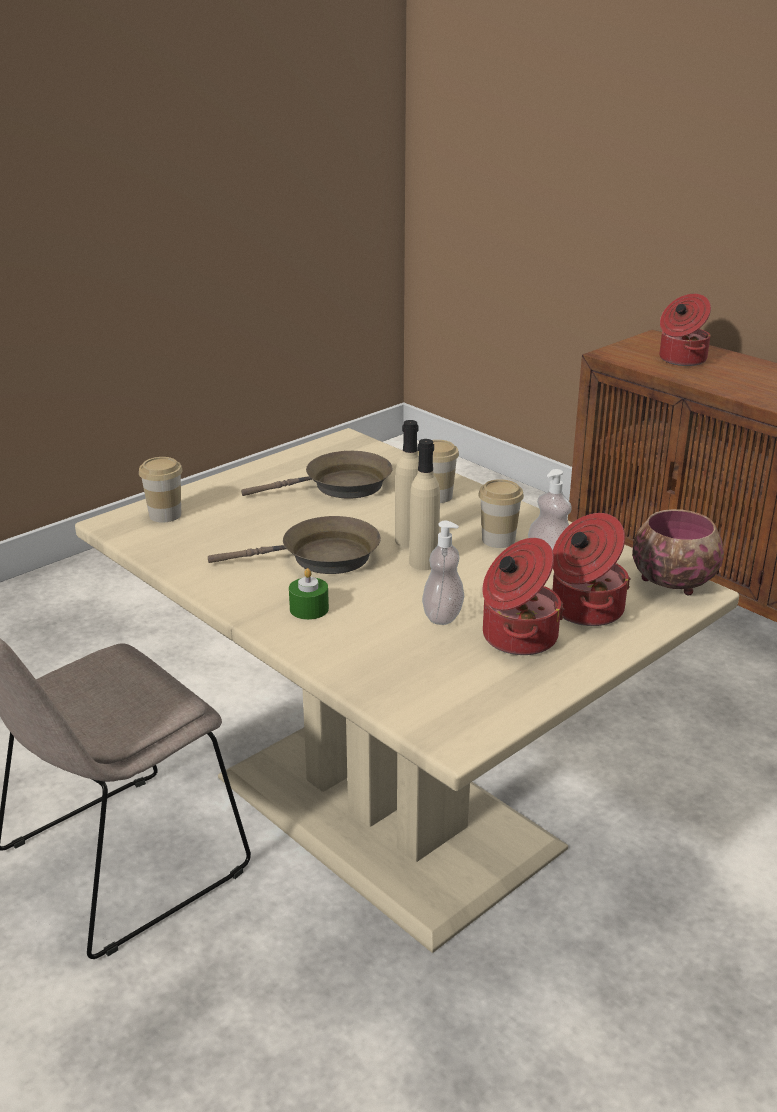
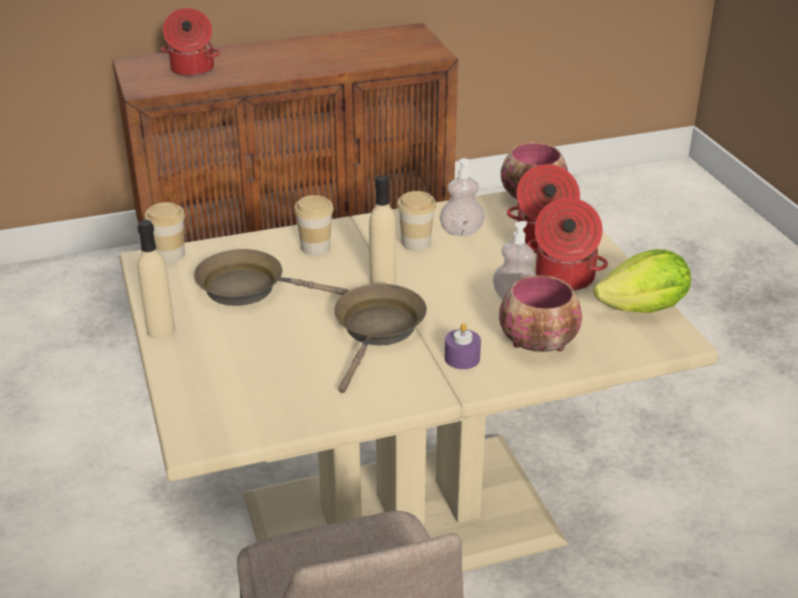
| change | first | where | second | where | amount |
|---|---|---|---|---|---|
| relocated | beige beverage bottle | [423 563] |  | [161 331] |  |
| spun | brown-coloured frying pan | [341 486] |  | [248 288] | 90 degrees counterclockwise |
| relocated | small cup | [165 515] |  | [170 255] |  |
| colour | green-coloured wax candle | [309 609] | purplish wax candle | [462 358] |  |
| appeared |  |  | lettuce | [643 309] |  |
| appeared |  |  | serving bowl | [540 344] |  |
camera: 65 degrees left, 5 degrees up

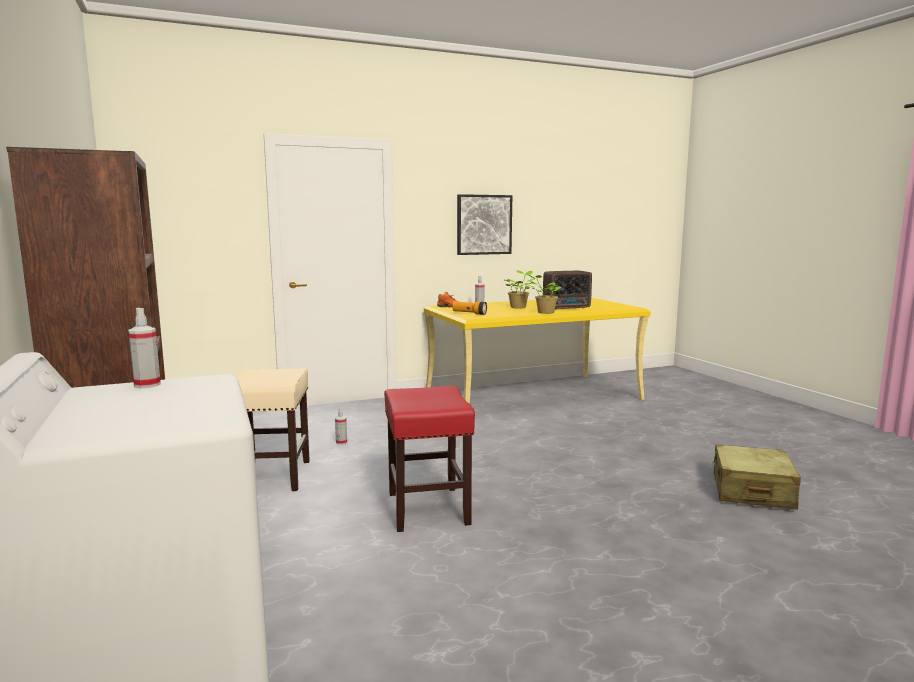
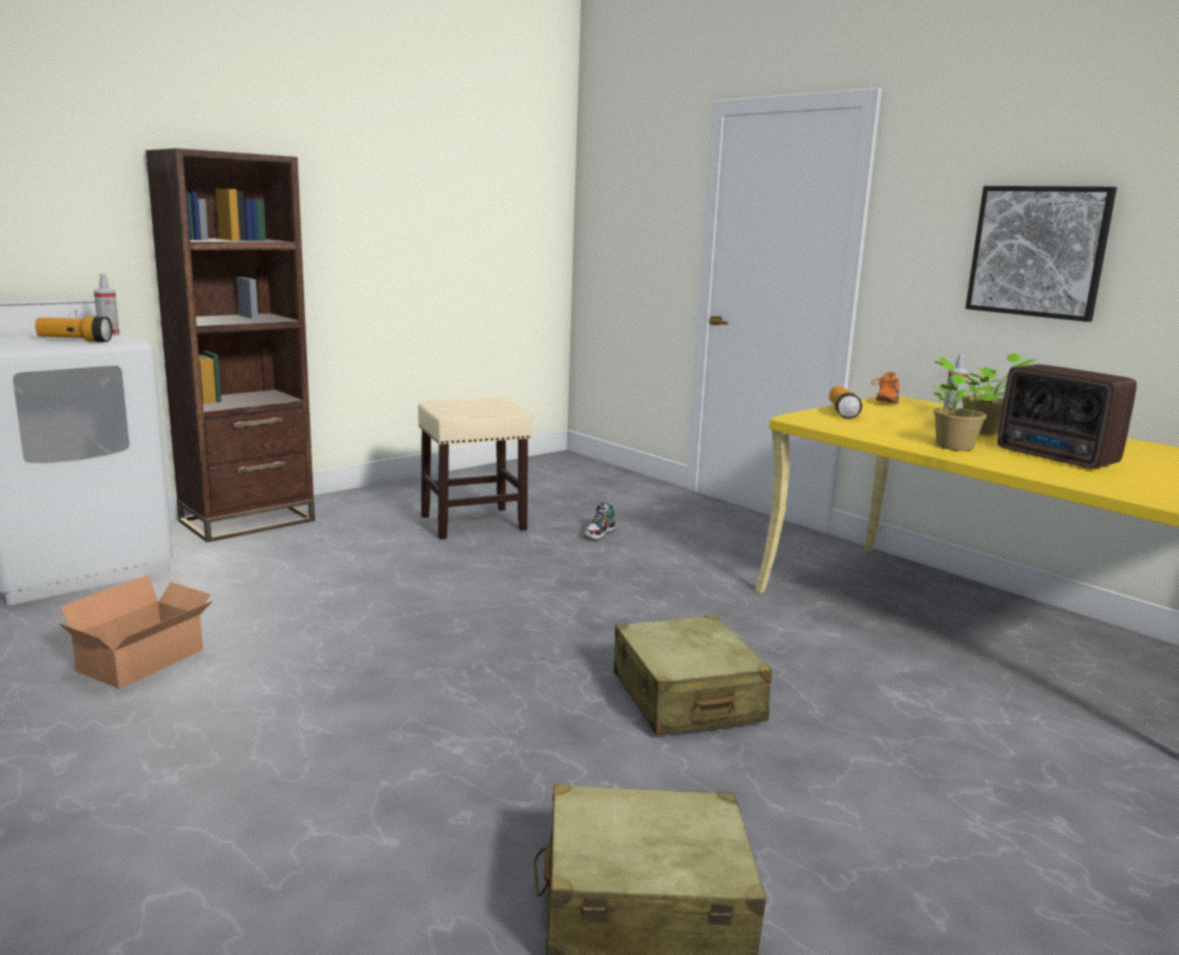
| change | first | where | second | where | amount |
|---|---|---|---|---|---|
| missing | red-coloured stool | [427 508] |  |  |  |
| exchanged | hand sprayer | [341 442] | item of footwear | [599 534] |  |
| appeared |  |  | hand torch | [75 341] |  |
| appeared |  |  | packing box | [146 660] |  |
| appeared |  |  | beige piece of luggage | [686 698] |  |
camera: 70 degrees right, 5 degrees up

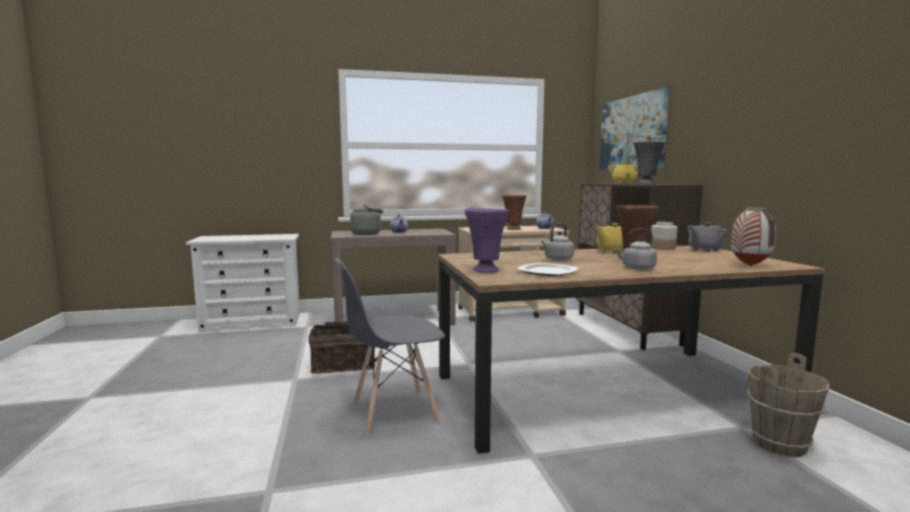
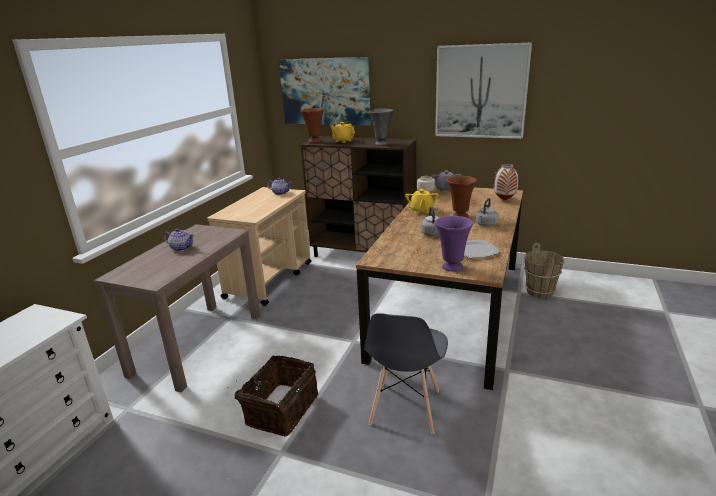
| change | first | where | second | where | amount |
|---|---|---|---|---|---|
| relocated | brown-coloured vase | [513 229] |  | [314 141] |  |
| missing | gray tea kettle | [368 234] |  |  |  |
| appeared |  |  | wall art | [480 92] |  |
camera: 55 degrees left, 15 degrees up

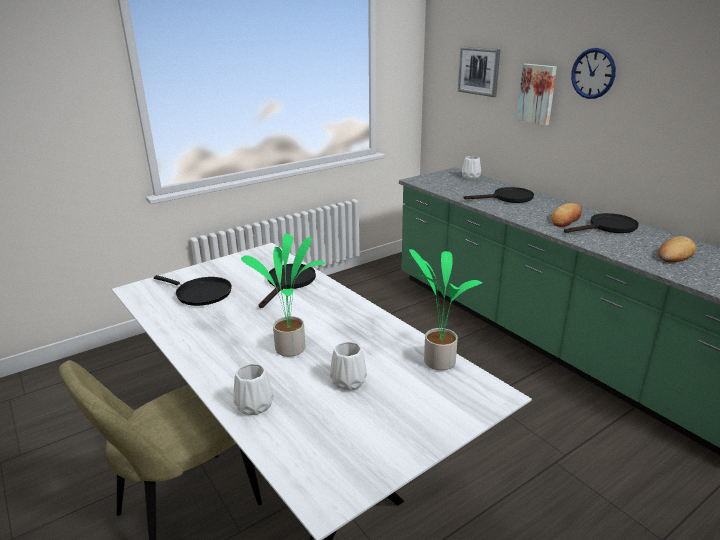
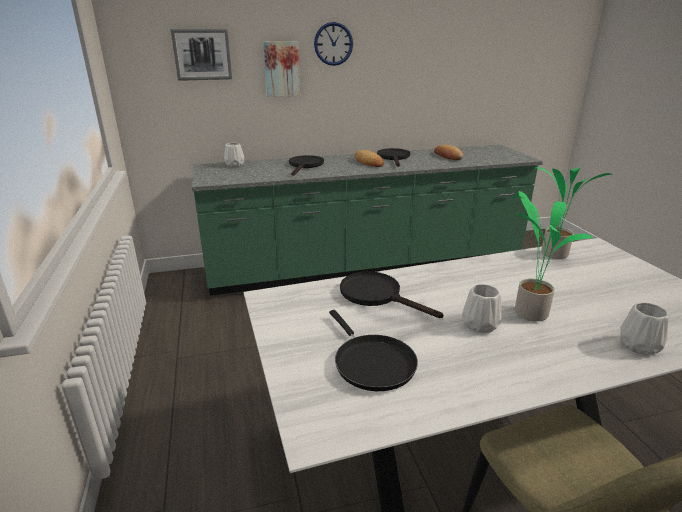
| change | first | where | second | where | amount |
|---|---|---|---|---|---|
| spun | blackish frying pan | [200 293] |  | [371 362] | 105 degrees clockwise |
| relocated | white vase | [349 381] |  | [480 324] |  |
camera: 70 degrees left, 0 degrees up

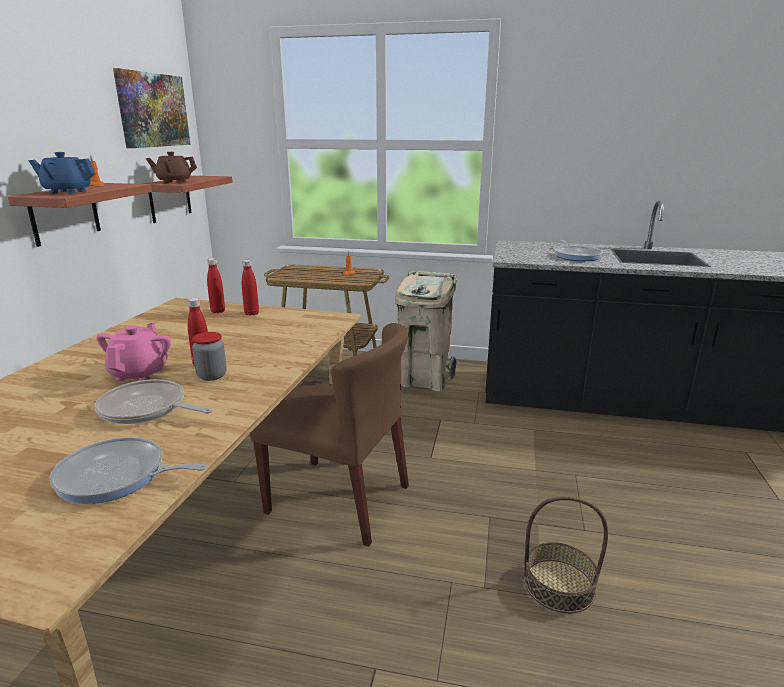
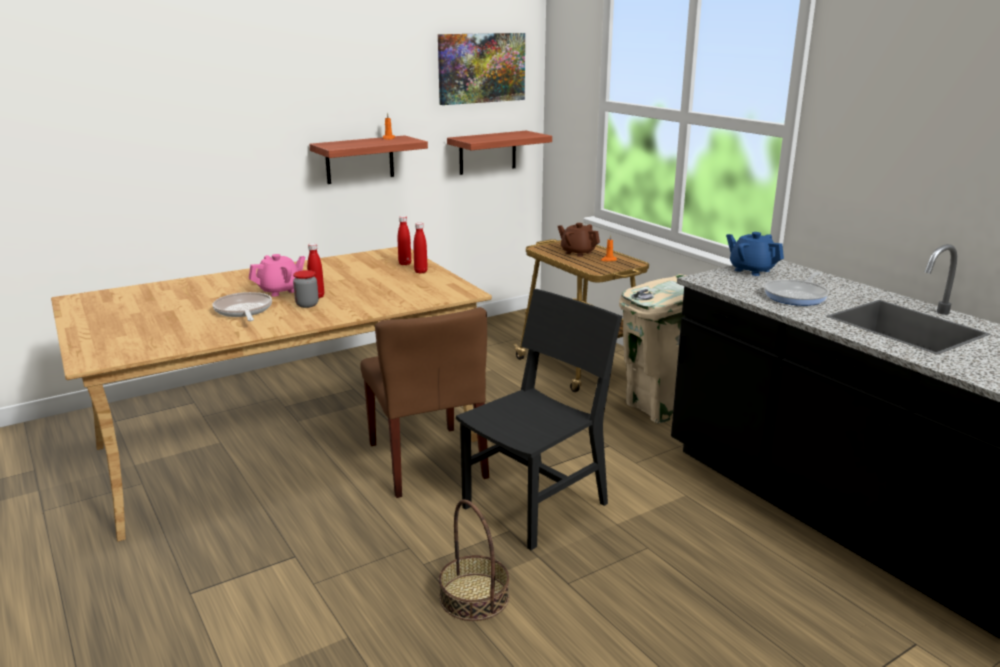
| change | first | where | second | where | amount |
|---|---|---|---|---|---|
| relocated | bluish pot for tea | [67 192] |  | [751 270] |  |
| relocated | brown-coloured pot for tea | [174 182] |  | [577 252] |  |
| missing | frying pan | [117 477] |  |  |  |
| appeared |  |  | blackish upright chair | [535 505] |  |
camera: 45 degrees right, 0 degrees up

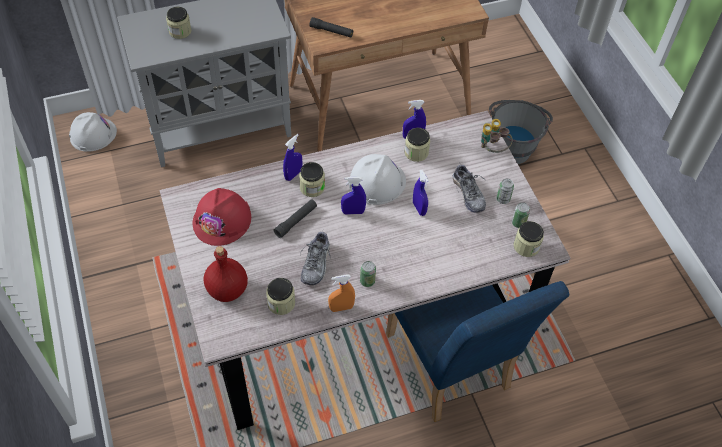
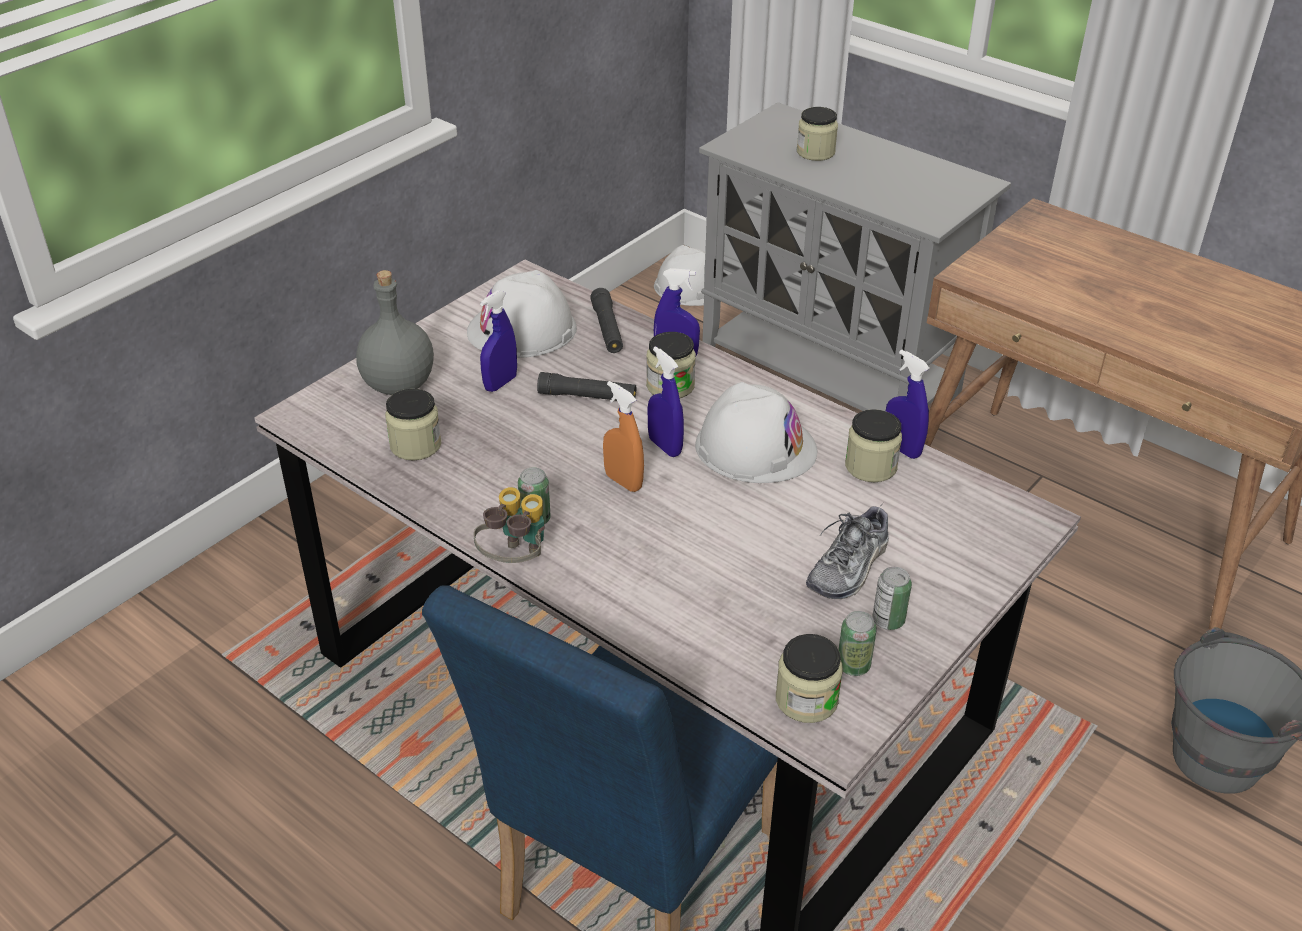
| change | first | where | second | where | amount |
|---|---|---|---|---|---|
| relocated | blackish hand torch | [331 31] |  | [607 329] |  |
| relocated | binoculars | [492 149] |  | [515 561] |  |
| relocated | bluish hand sprayer | [419 208] |  | [500 383] |  |
| colour | red-coloured hard hat | [222 220] | white hard hat | [522 330] |  |
| missing | item of footwear | [316 263] |  |  |  |
| colour | red-coloured beverage bottle | [227 289] | gray beverage bottle | [400 384] |  |
| relocated | orange hand sprayer | [341 307] |  | [623 482] |  |
camera: 60 degrees right, 15 degrees down

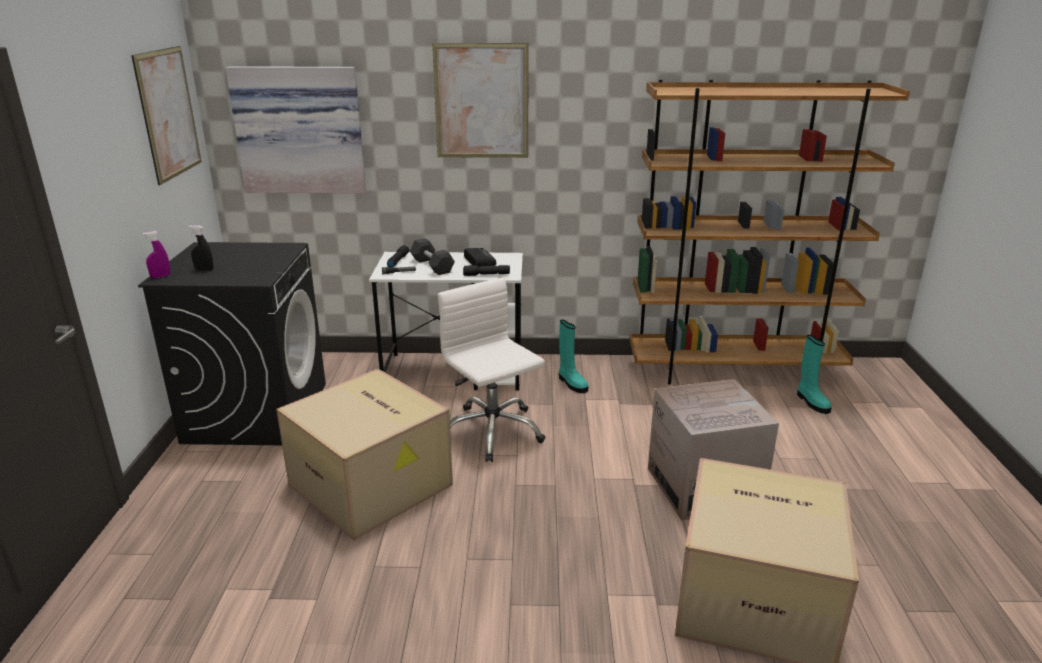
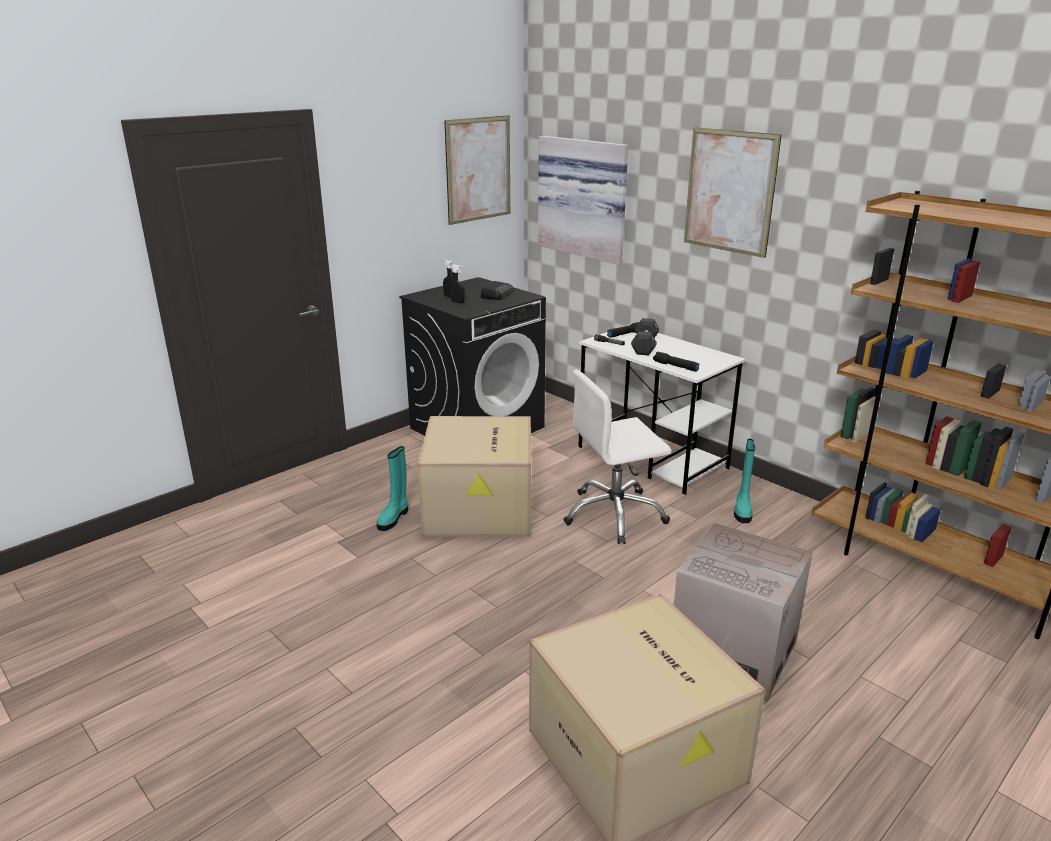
| change | first | where | second | where | amount |
|---|---|---|---|---|---|
| missing | purplish hand sprayer | [160 276] |  |  |  |
| relocated | radio receiver | [479 261] |  | [497 294] |  |
| spun | white computer chair | [492 431] |  | [614 515] | 120 degrees counterclockwise |
| relocated | turquoise-coloured high-top boot | [811 402] |  | [393 518] |  |
| appeared |  |  | blackish hand sprayer | [457 302] |  |
camera: 45 degrees right, 0 degrees up

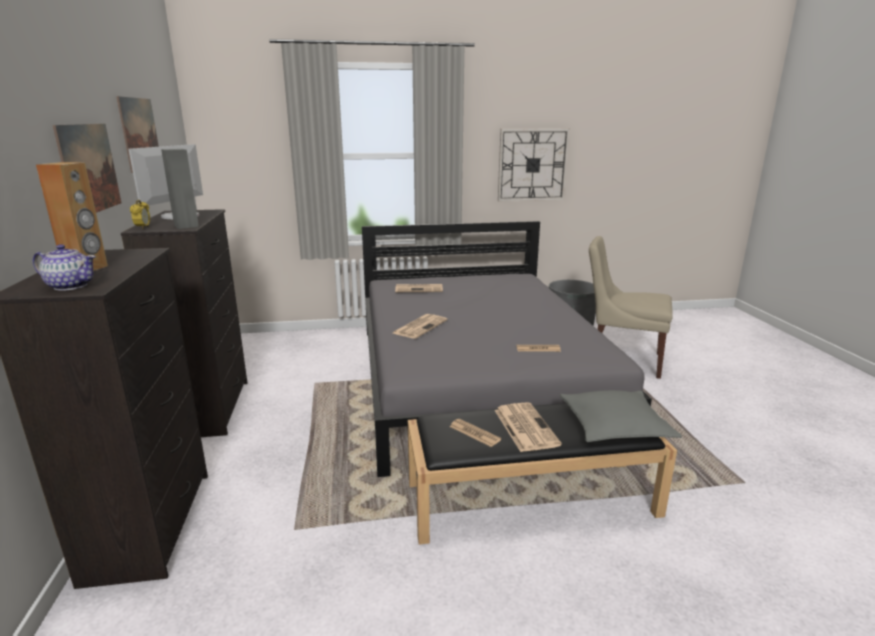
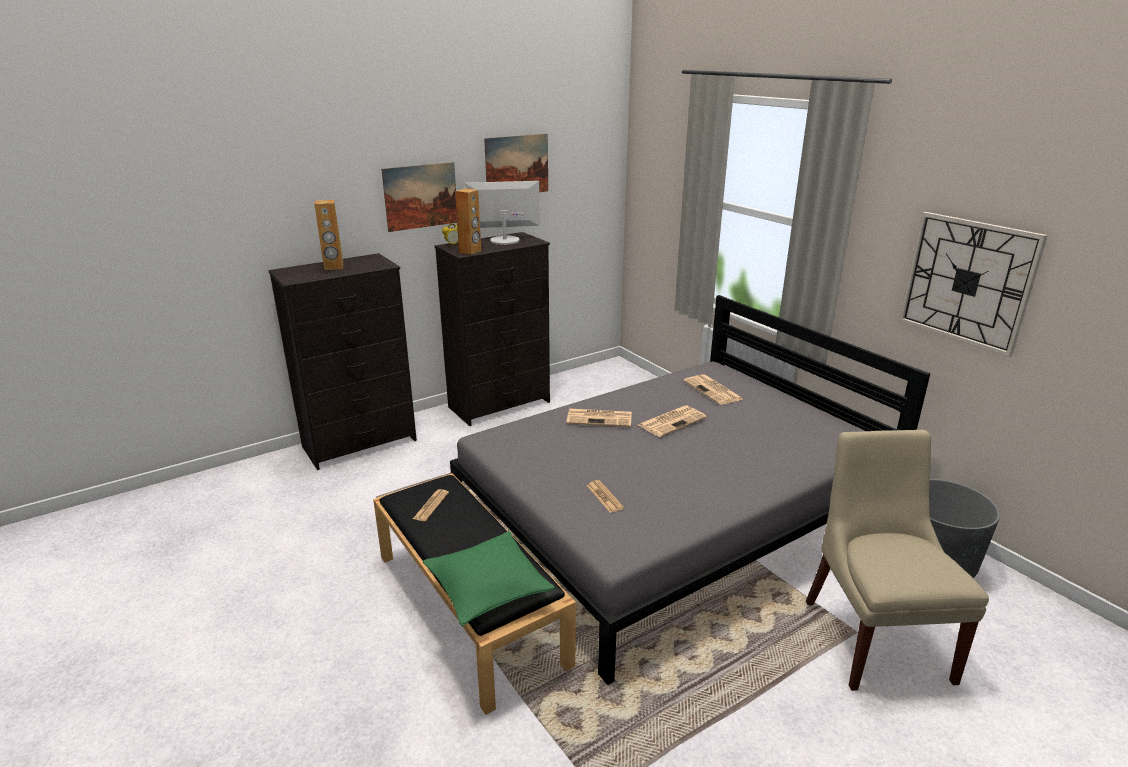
| change | first | where | second | where | amount |
|---|---|---|---|---|---|
| colour | gray speaker | [186 226] | brown-coloured speaker | [470 251] |  |
| missing | pot for tea | [70 286] |  |  |  |
| colour | gray throw pillow | [614 426] | green-coloured throw pillow | [488 587] |  |
| relocated | daily paper | [524 426] |  | [672 421] |  |
camera: 65 degrees right, 5 degrees up

